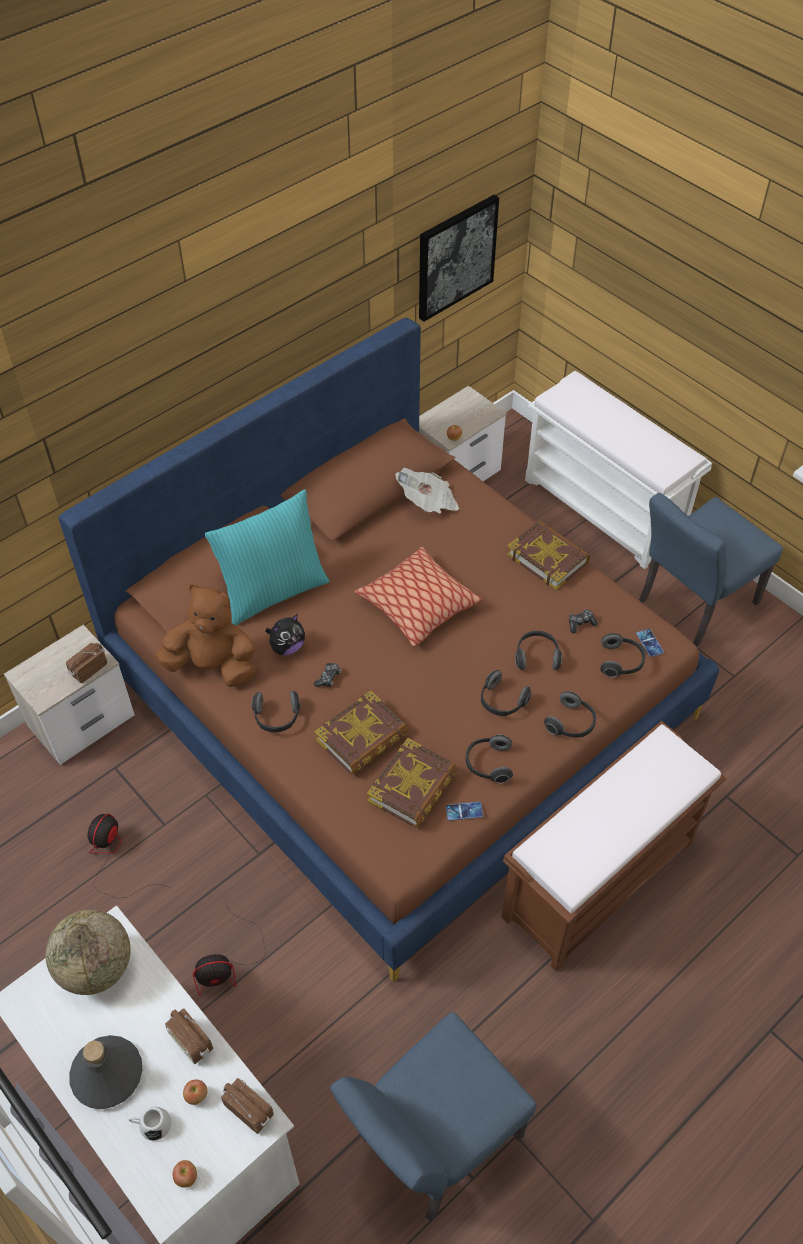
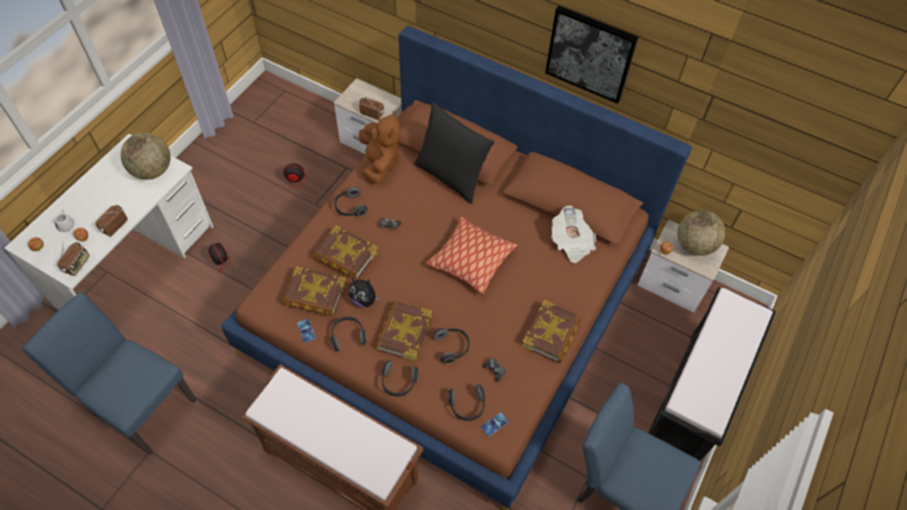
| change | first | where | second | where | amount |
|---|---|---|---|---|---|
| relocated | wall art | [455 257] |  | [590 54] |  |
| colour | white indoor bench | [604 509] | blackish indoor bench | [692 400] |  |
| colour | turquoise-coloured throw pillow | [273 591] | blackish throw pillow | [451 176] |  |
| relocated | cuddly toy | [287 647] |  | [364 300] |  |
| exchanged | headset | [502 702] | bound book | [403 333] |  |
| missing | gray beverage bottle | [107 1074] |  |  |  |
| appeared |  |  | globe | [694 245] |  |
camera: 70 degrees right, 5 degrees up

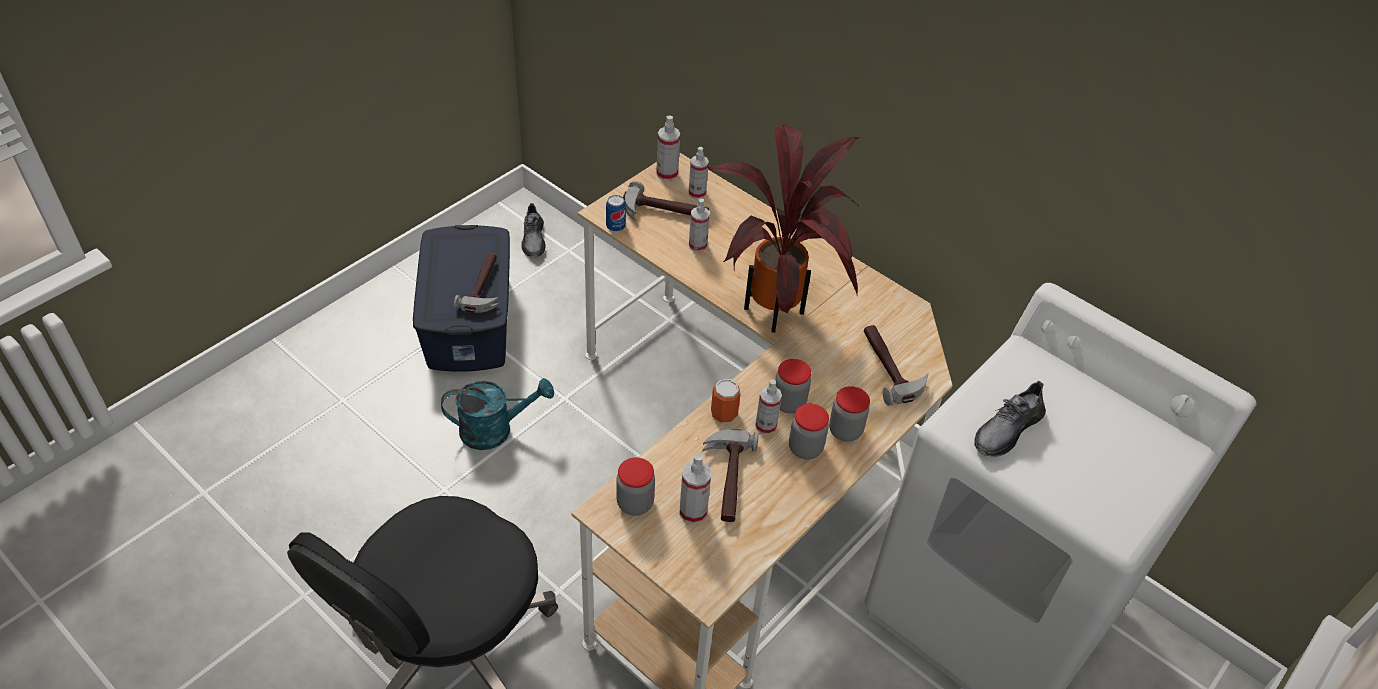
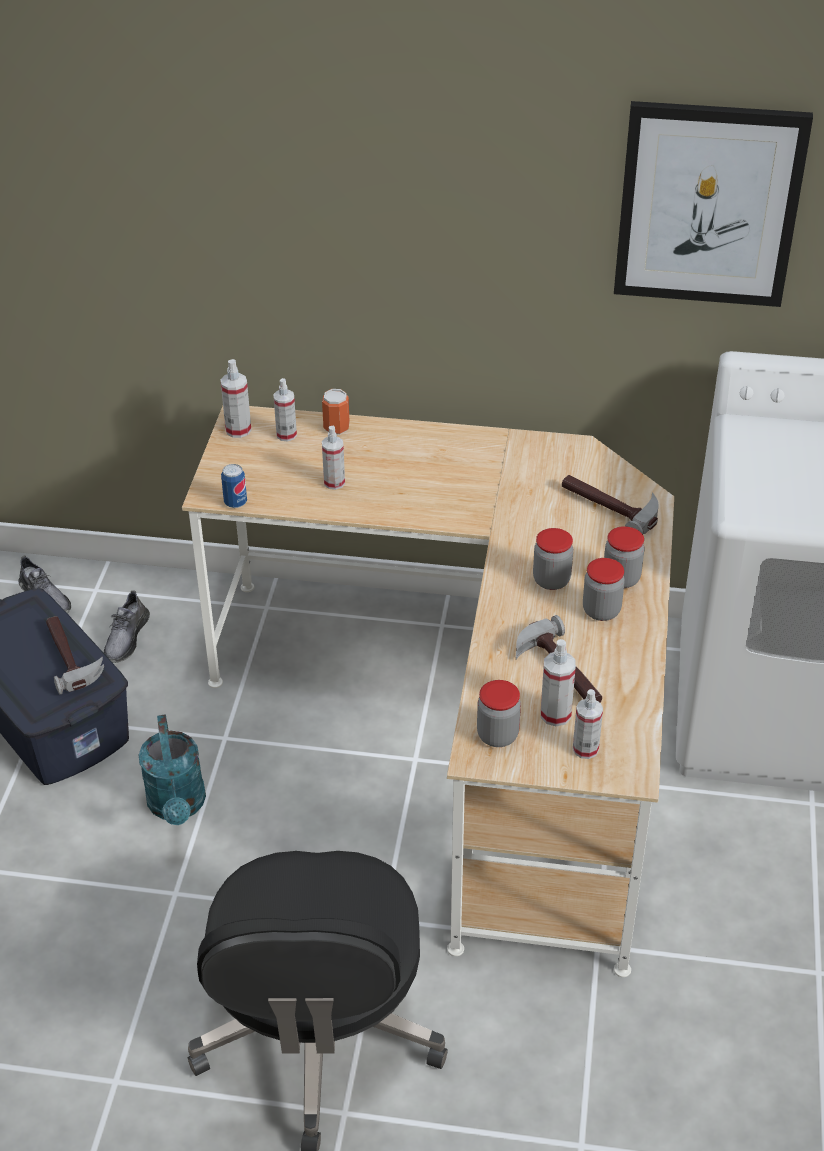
| change | first | where | second | where | amount |
|---|---|---|---|---|---|
| missing | houseplant | [780 310] |  |  |  |
| missing | hammer | [664 213] |  |  |  |
| spun | turquoise-coloured watering can | [495 429] |  | [178 806] | 120 degrees clockwise |
| relocated | can | [724 414] |  | [336 427] |  |
| relocated | hand sprayer | [765 426] |  | [585 749] |  |
| relocated | gray item of footwear | [1006 430] |  | [126 638] |  |
| appeared |  |  | wall art | [708 204] |  |
camera: 30 degrees left, 5 degrees down

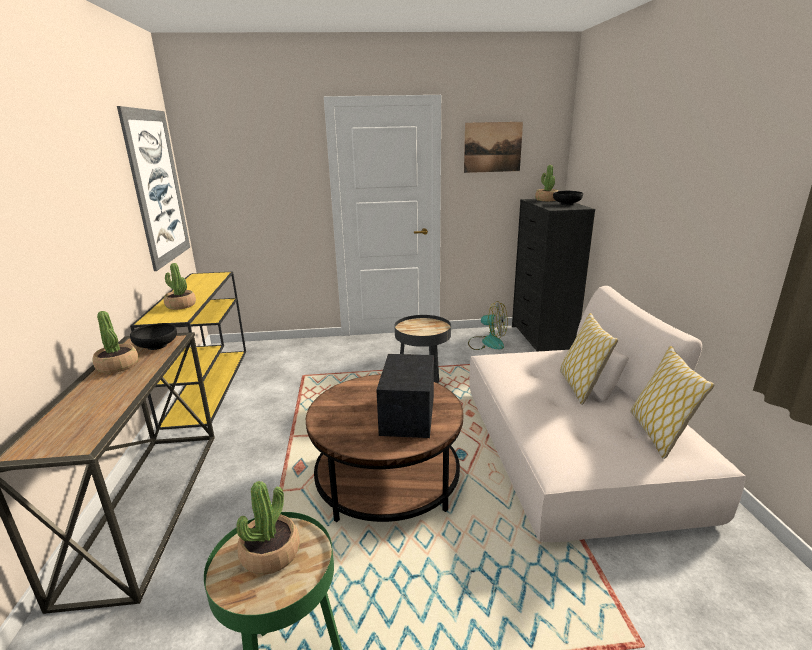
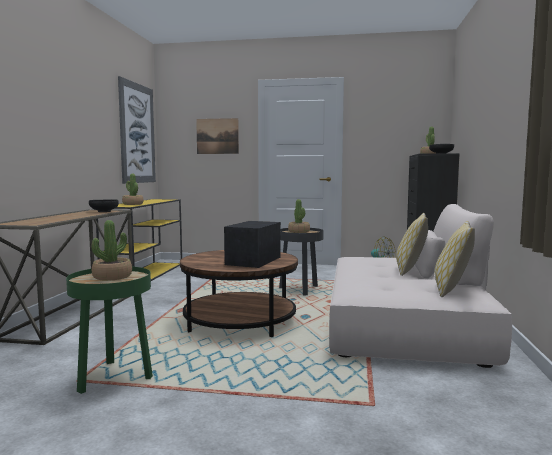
| change | first | where | second | where | amount |
|---|---|---|---|---|---|
| relocated | wall art | [492 147] |  | [217 136] |  |
| relocated | houseplant | [118 366] |  | [299 232] |  |
camera: 15 degrees right, 15 degrees down

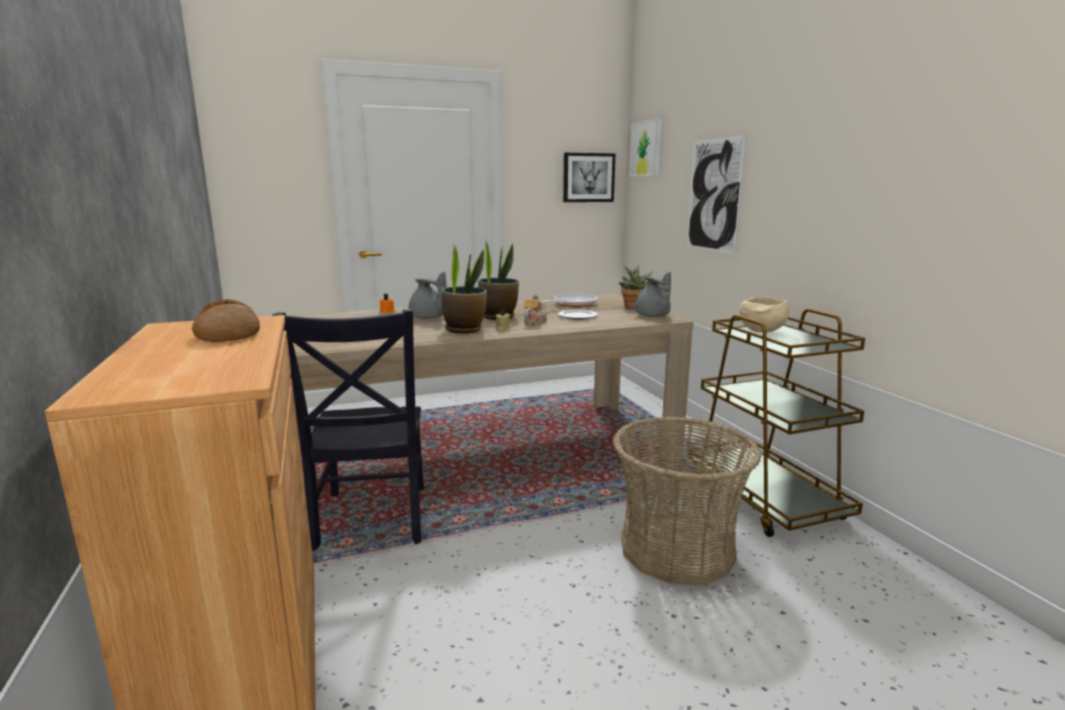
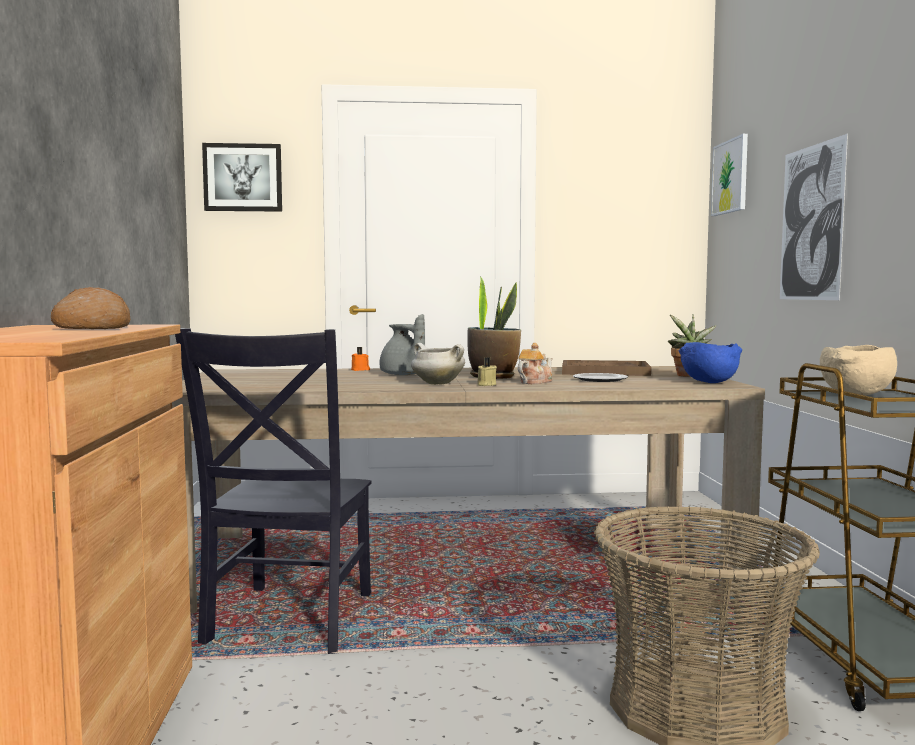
| change | first | where | second | where | amount |
|---|---|---|---|---|---|
| relocated | wall art | [588 177] |  | [243 178] |  |
| exchanged | houseplant | [464 329] | white cooking pot | [436 384] |  |
| exchanged | gray pot for tea | [653 316] | bluish serving bowl | [708 382] |  |
| exchanged | frying pan | [572 304] | brown-coloured tray | [604 371] |  |
camera: 15 degrees right, 10 degrees down

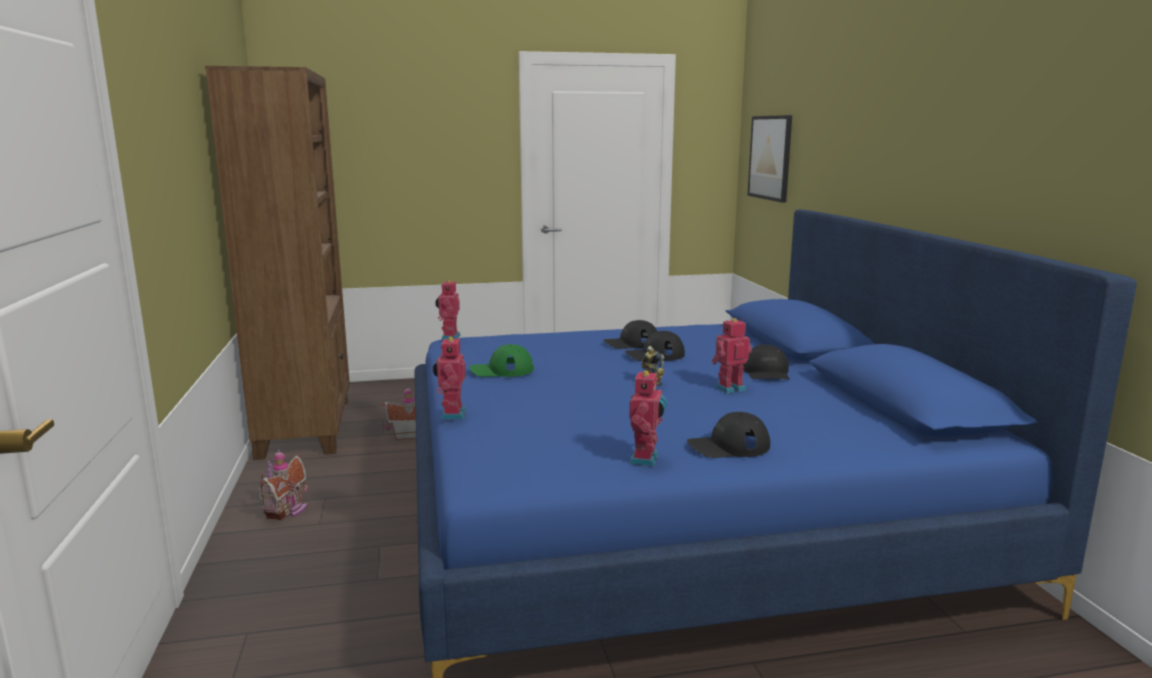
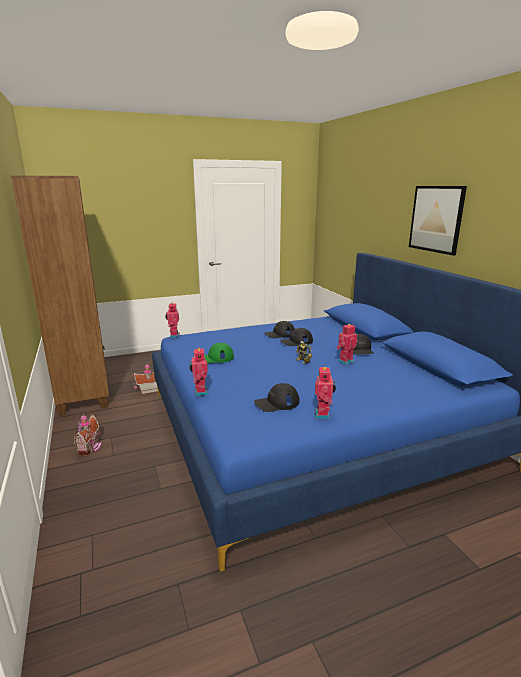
| change | first | where | second | where | amount |
|---|---|---|---|---|---|
| relocated | wall art | [770 157] |  | [436 219] |  |
| relocated | blackish baseball cap | [728 446] |  | [277 403] |  |
camera: 10 degrees left, 5 degrees up

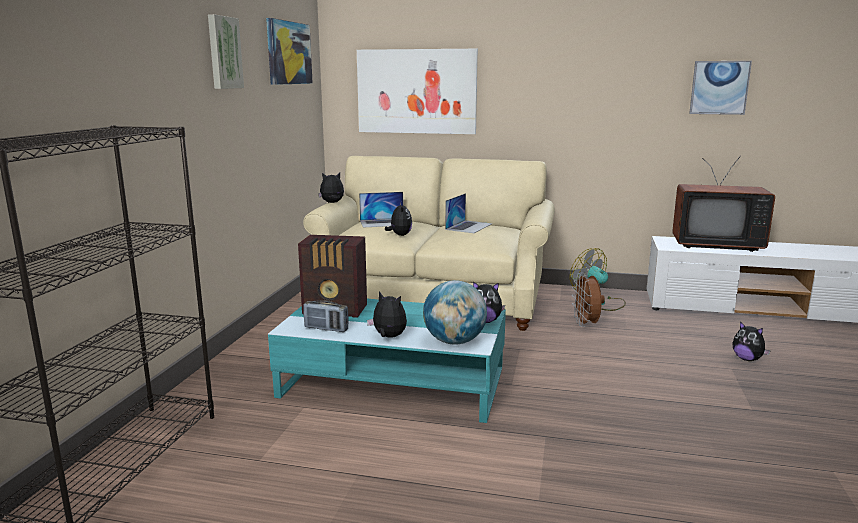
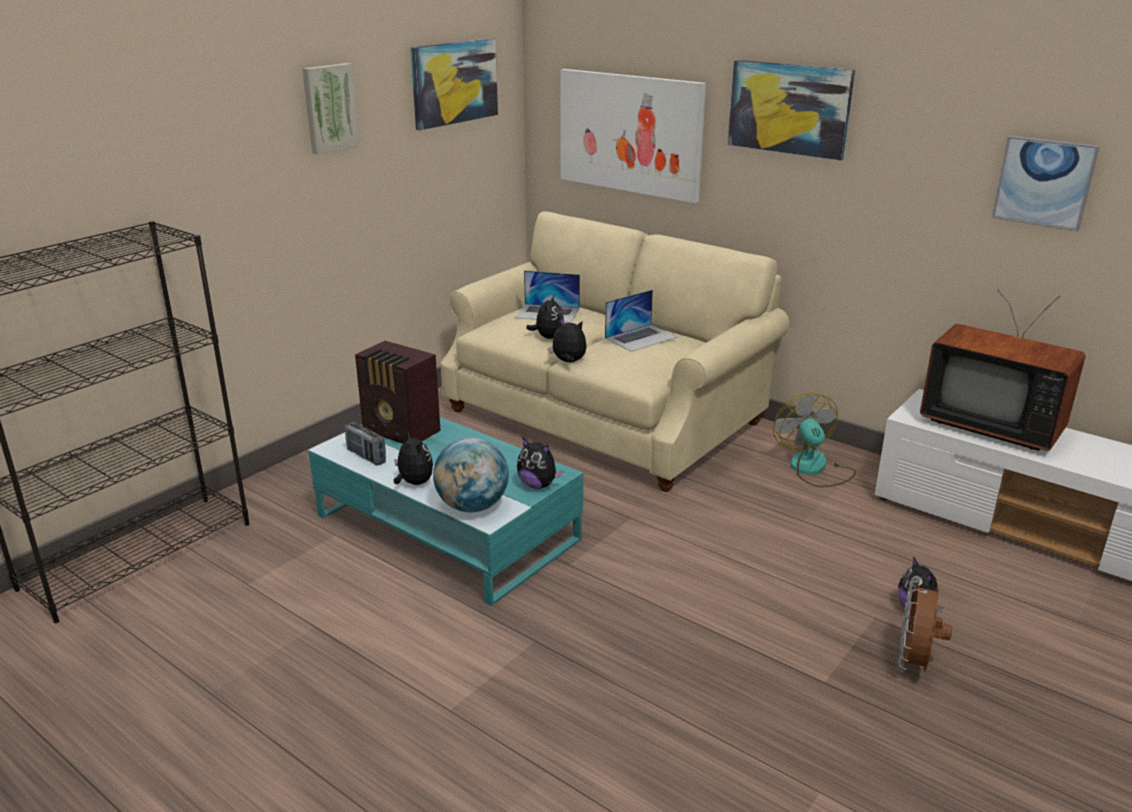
| change | first | where | second | where | amount |
|---|---|---|---|---|---|
| relocated | cuddly toy | [332 203] |  | [568 362] |  |
| relocated | brown-coloured cooling fan | [586 324] |  | [913 664] |  |
| appeared |  |  | wall art | [789 108] |  |
camera: 25 degrees right, 10 degrees up

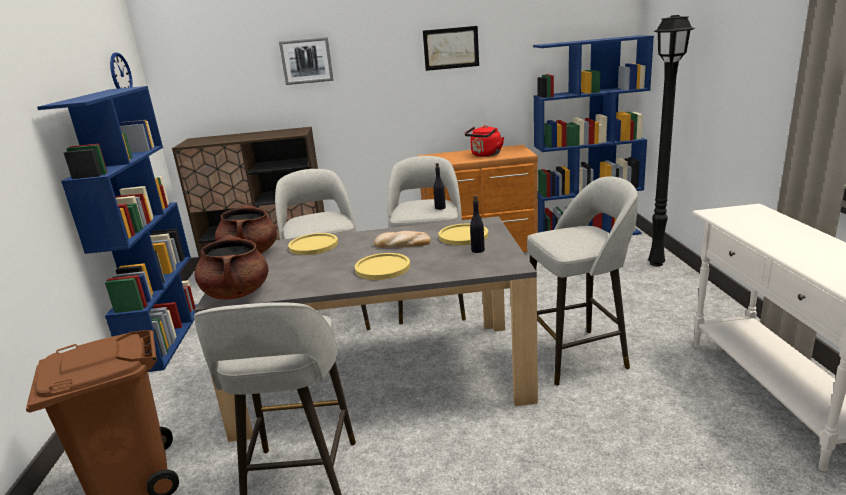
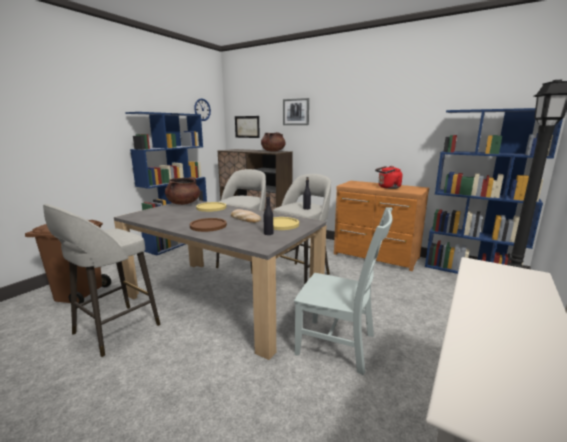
| change | first | where | second | where | amount |
|---|---|---|---|---|---|
| relocated | wall art | [451 48] |  | [247 127] |  |
| exchanged | gray stool | [577 356] | gray upright chair | [339 346] |  |
| relocated | brown-coloured cooking pot | [236 293] |  | [273 151] |  |
| colour | yellow flat dish | [382 268] | brown-coloured flat dish | [208 226] |  |
camera: 35 degrees right, 5 degrees down

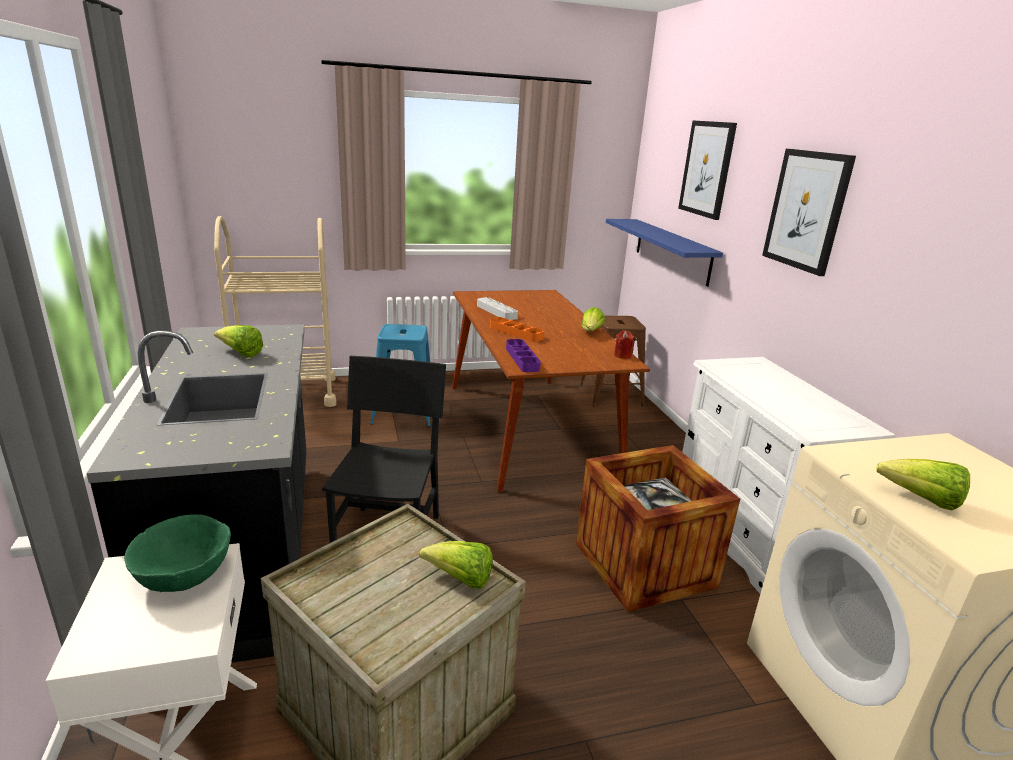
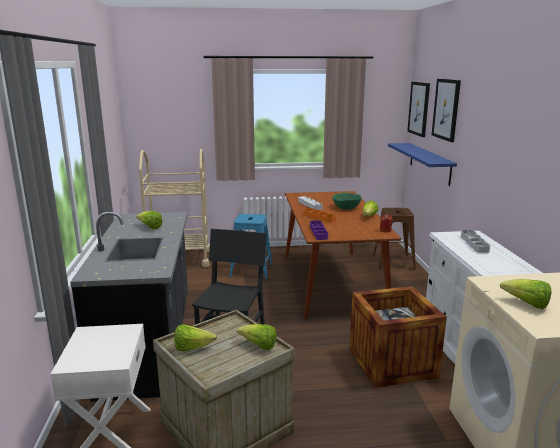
| change | first | where | second | where | amount |
|---|---|---|---|---|---|
| relocated | wall art | [806 210] |  | [419 108] |  |
| relocated | green-coloured serving bowl | [183 575] |  | [346 207] |  |
| appeared |  |  | gray tray | [474 243] |  |
| appeared |  |  | lettuce | [192 348] |  |
camera: 10 degrees right, 5 degrees down

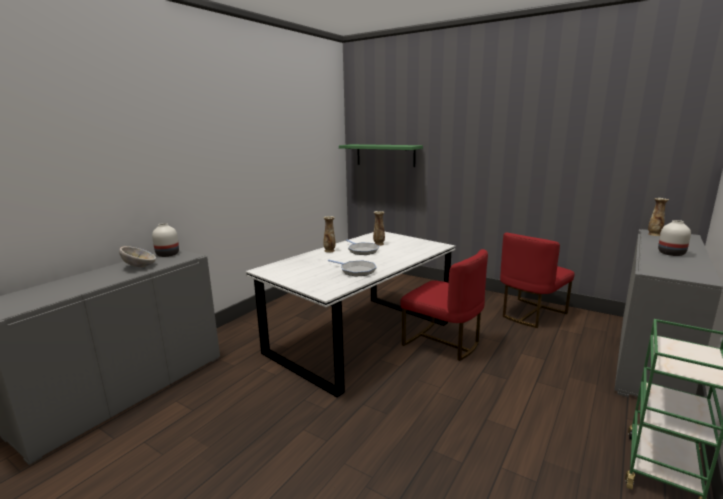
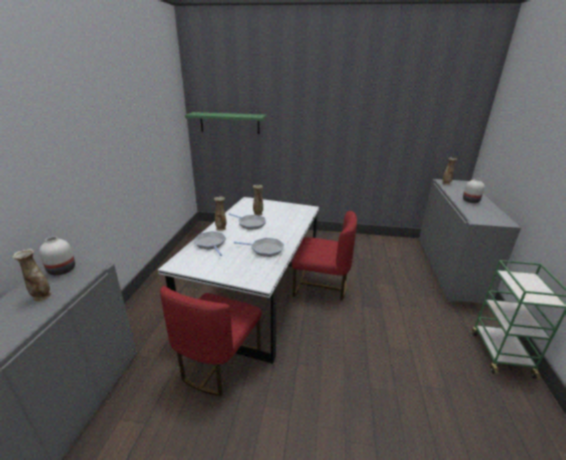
| change | first | where | second | where | amount |
|---|---|---|---|---|---|
| relocated | red-coloured upright chair | [530 314] |  | [218 363] |  |
| exchanged | serving bowl | [140 266] | vase | [41 296] |  |
| appeared |  |  | frying pan | [210 244] |  |
camera: 25 degrees left, 10 degrees up

